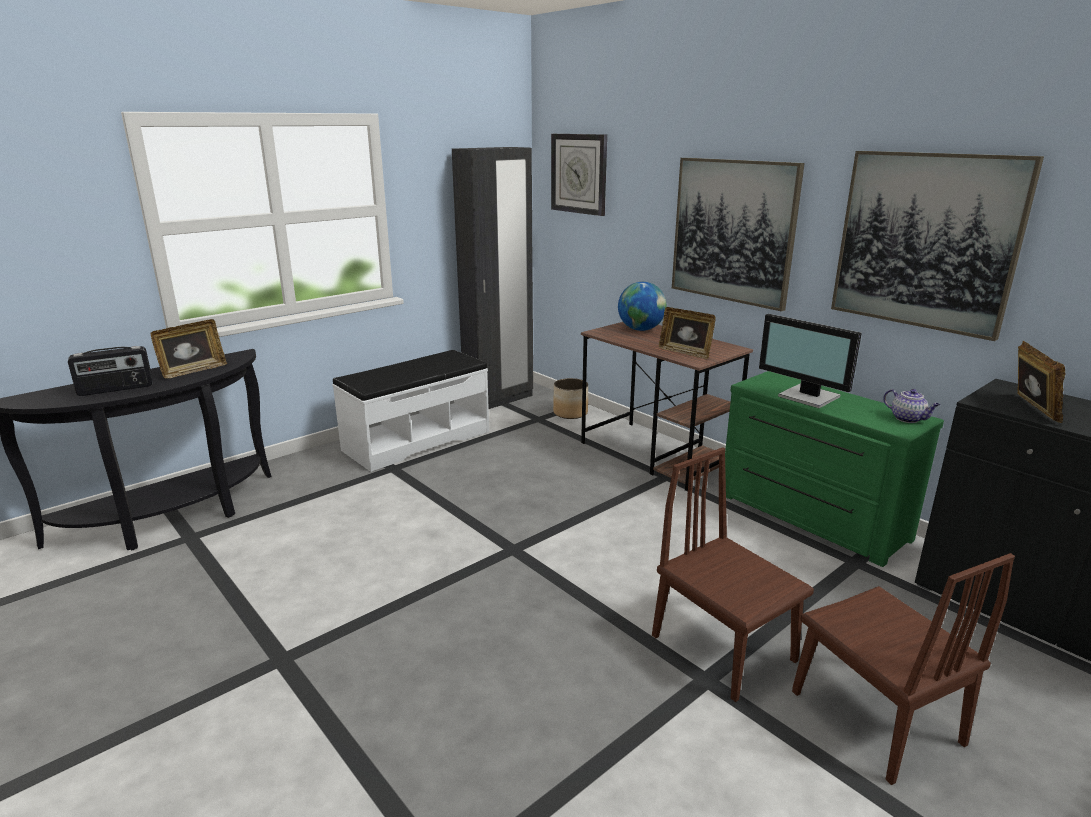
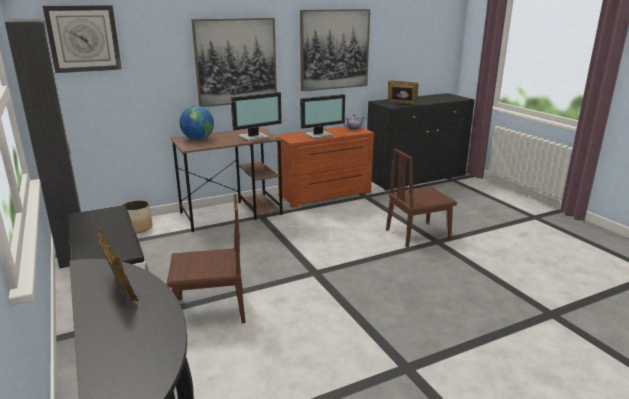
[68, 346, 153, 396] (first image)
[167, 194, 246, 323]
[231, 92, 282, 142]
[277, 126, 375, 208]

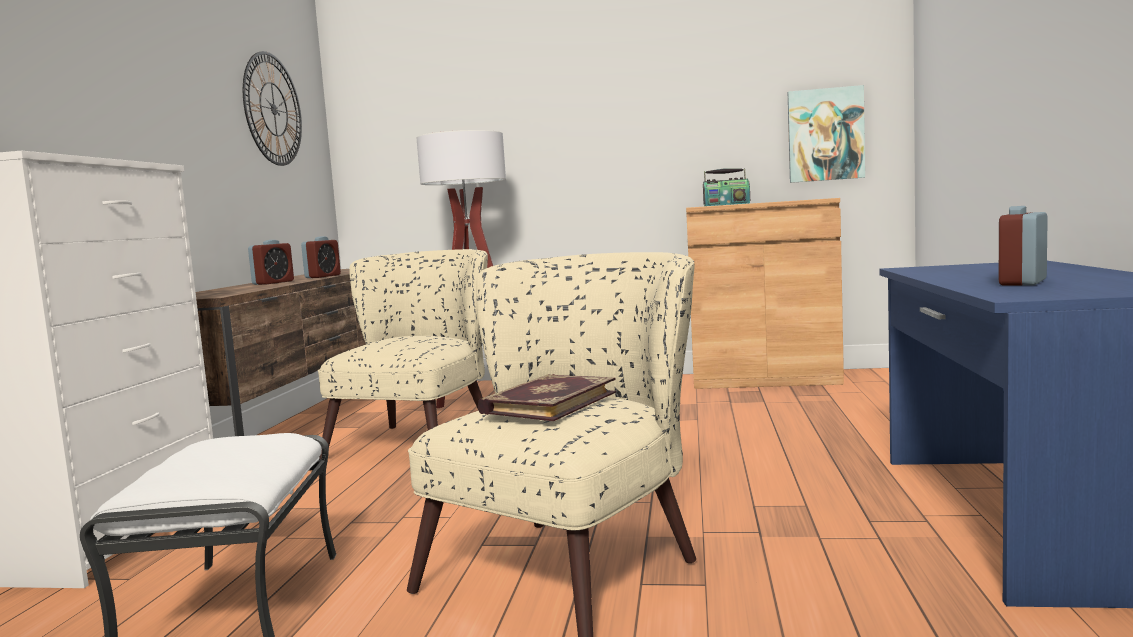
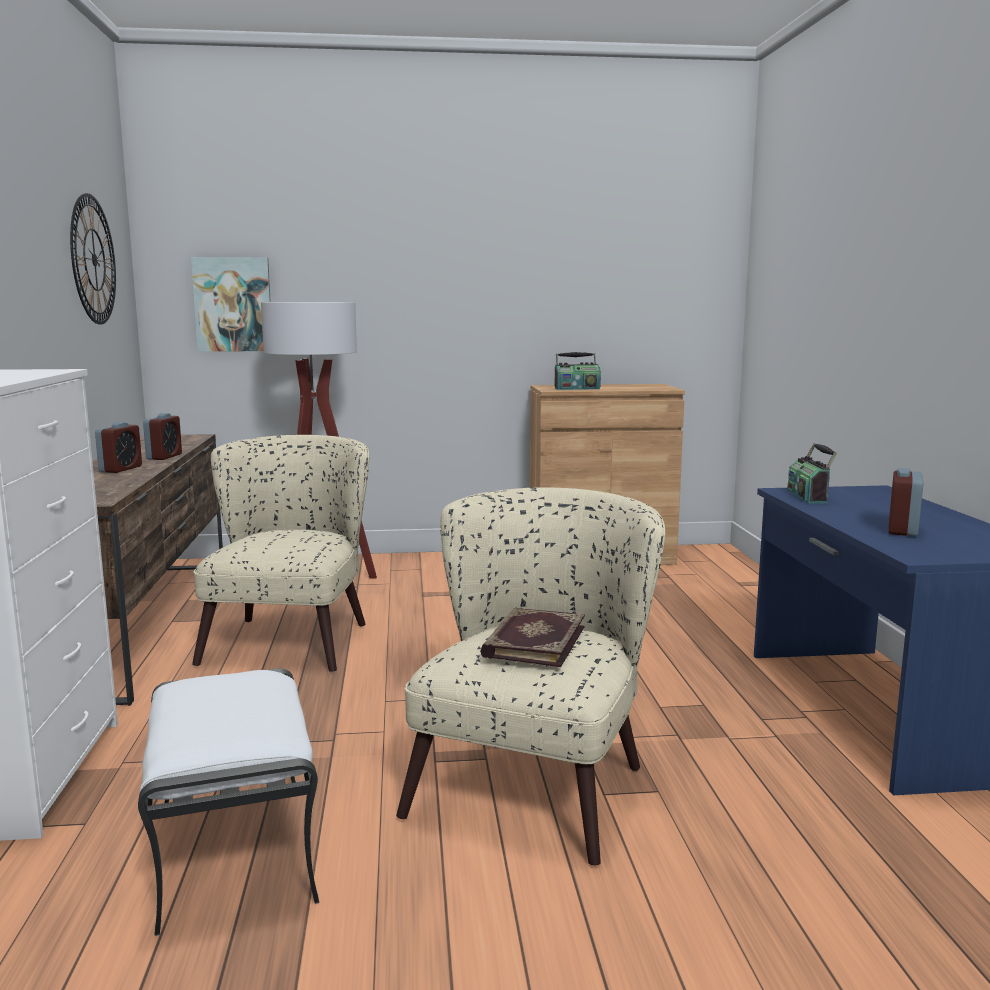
[788, 443, 837, 503]
[191, 257, 271, 352]

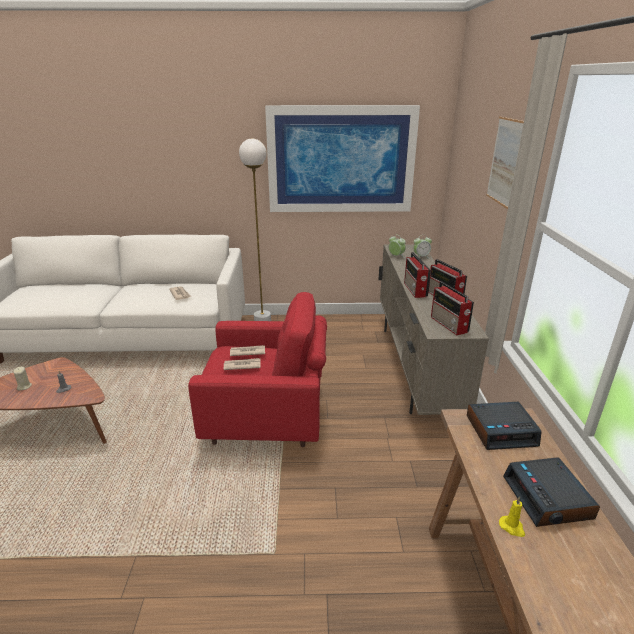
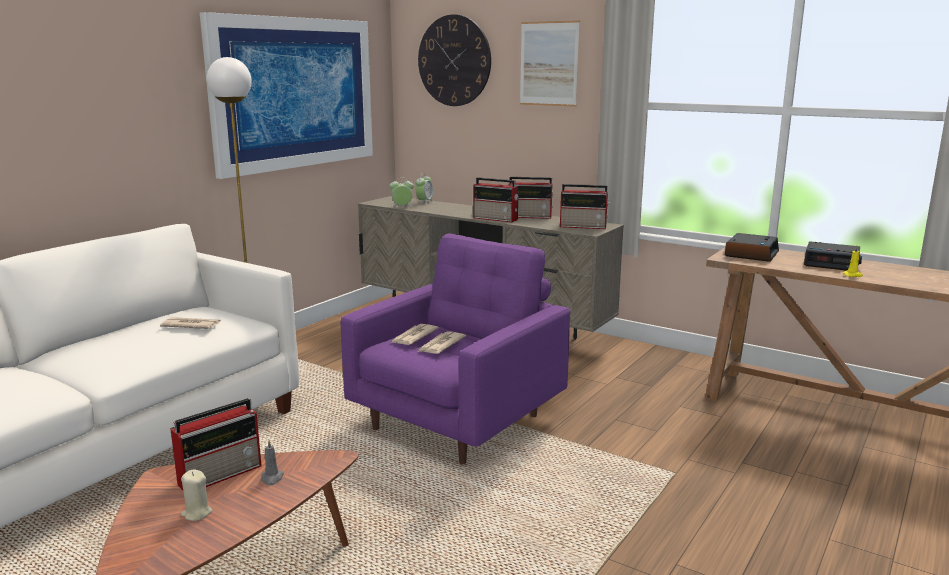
[170, 398, 262, 490]
[418, 14, 491, 106]
[341, 233, 570, 464]

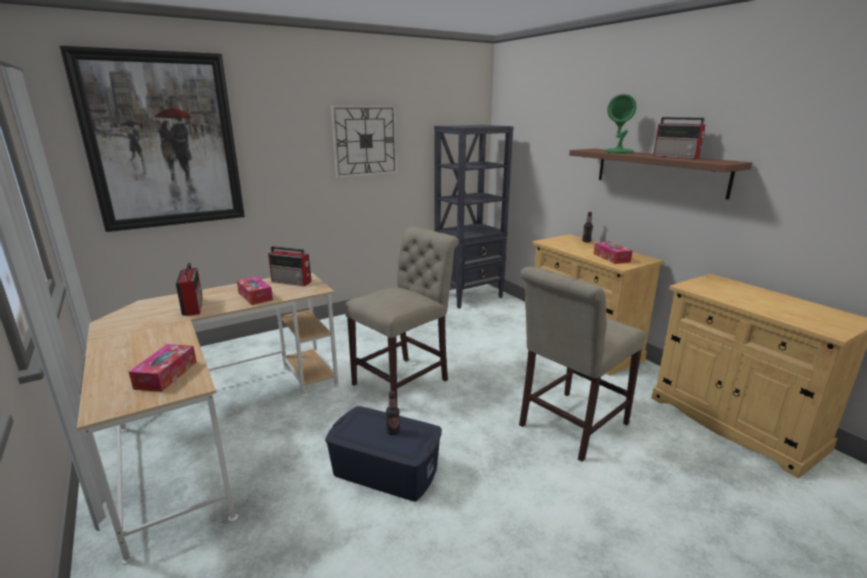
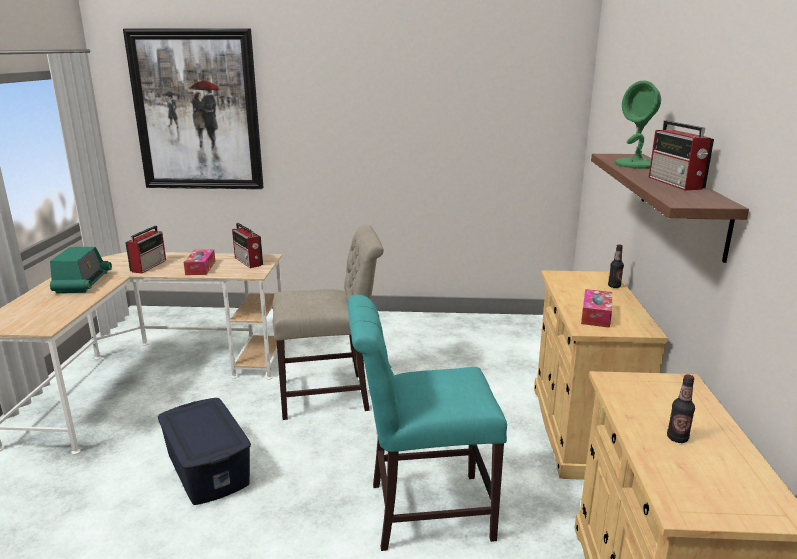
[129, 344, 197, 392] (first image)
[331, 105, 398, 178] (first image)
[434, 125, 514, 309] (first image)
[50, 247, 112, 293]
[667, 374, 695, 443]
[348, 295, 507, 551]

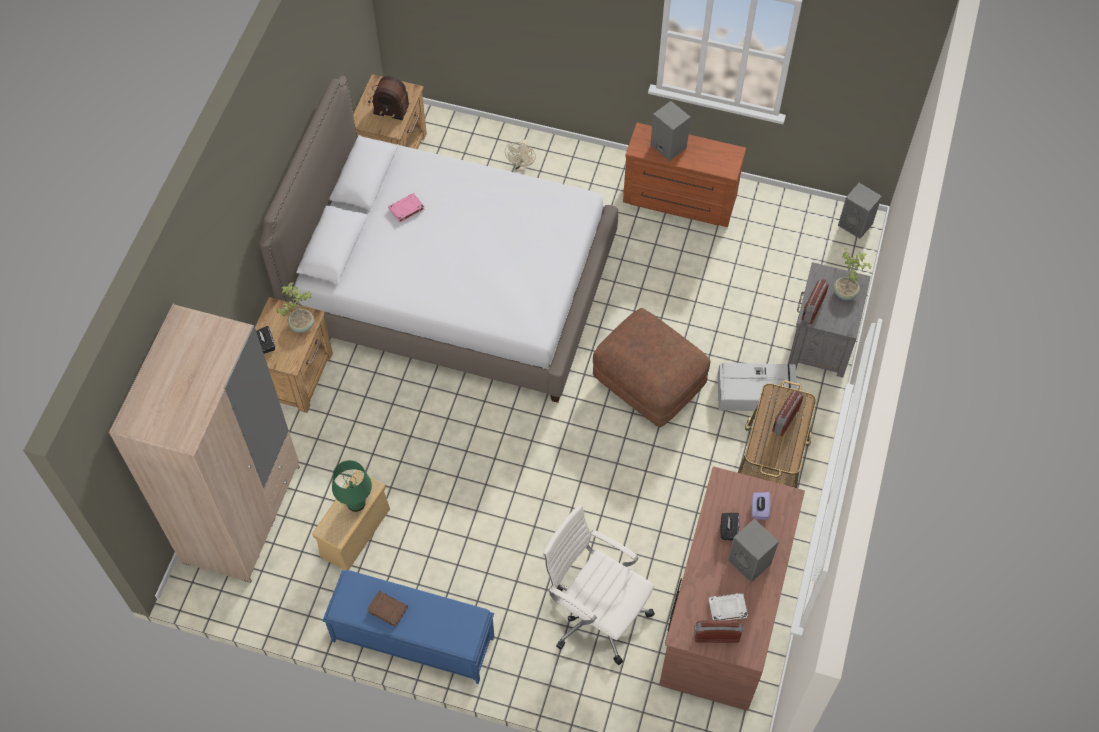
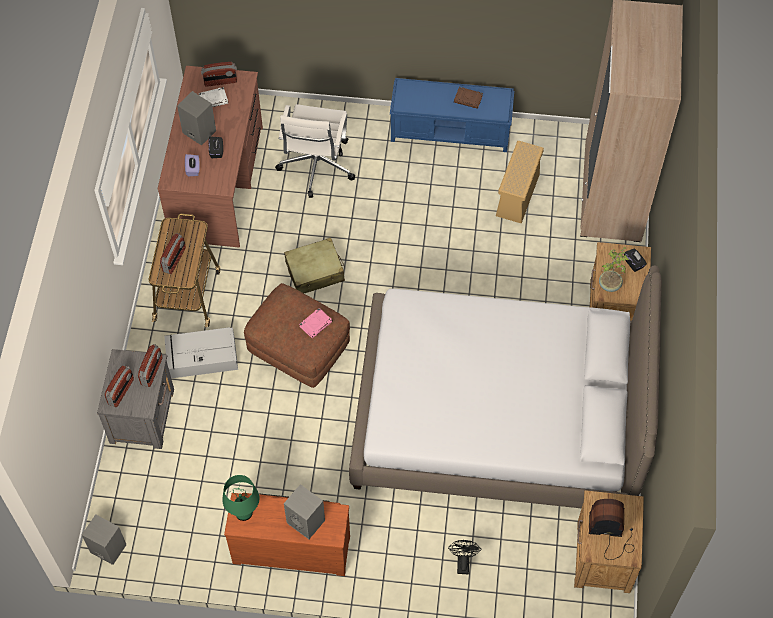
[284, 238, 345, 293]
[222, 475, 259, 521]
[299, 308, 333, 338]
[105, 365, 134, 407]
[448, 540, 482, 574]
[275, 104, 355, 198]

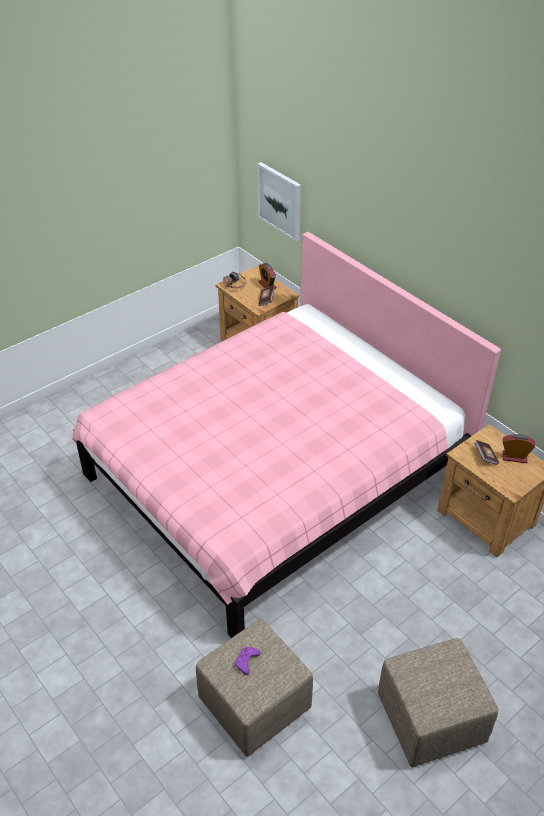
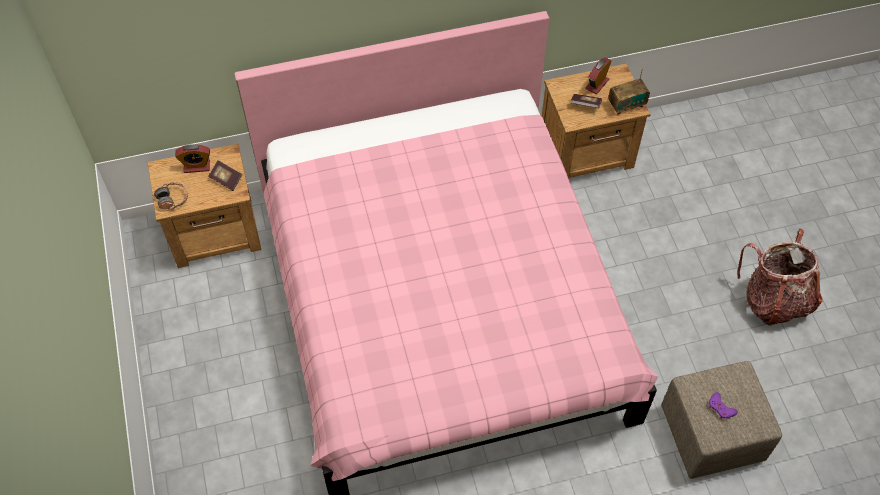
[257, 162, 301, 241] (first image)
[608, 68, 650, 115]
[737, 229, 823, 326]

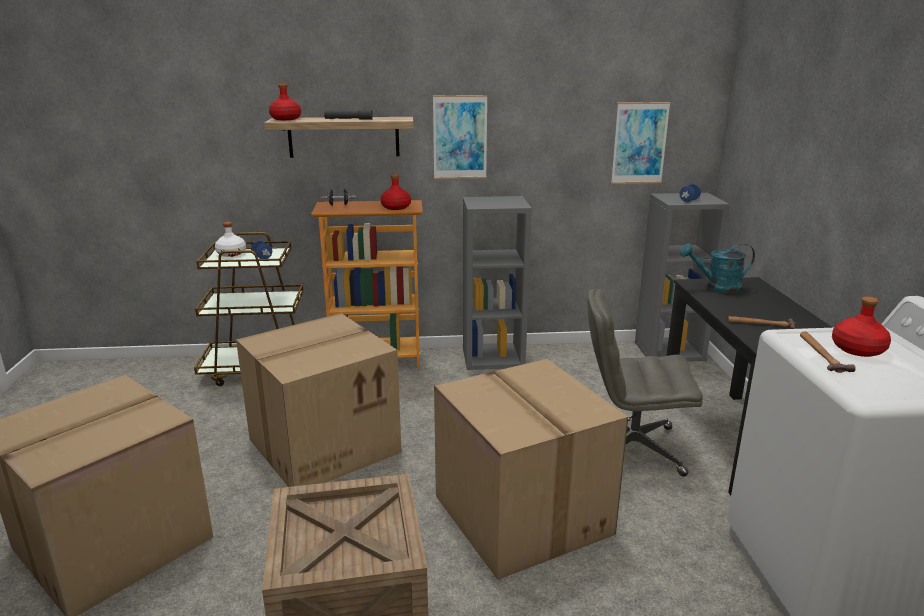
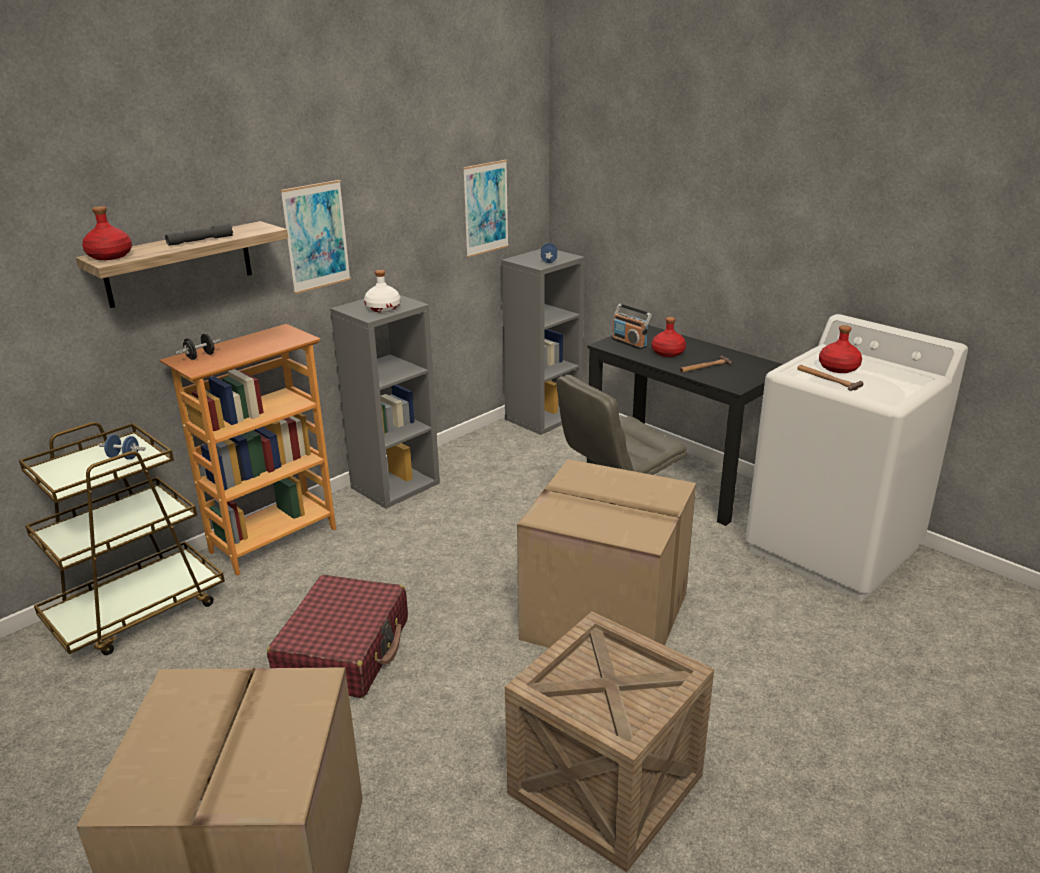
[364, 270, 401, 312]
[652, 317, 686, 357]
[267, 575, 408, 698]
[612, 304, 652, 349]

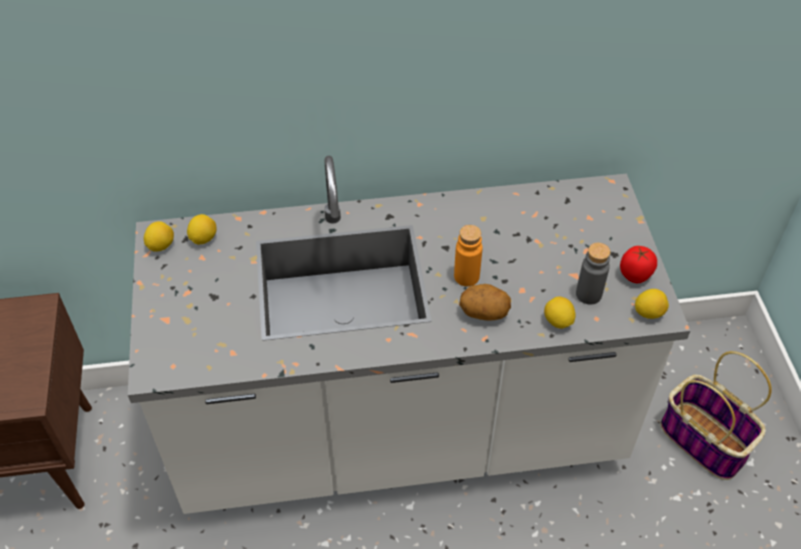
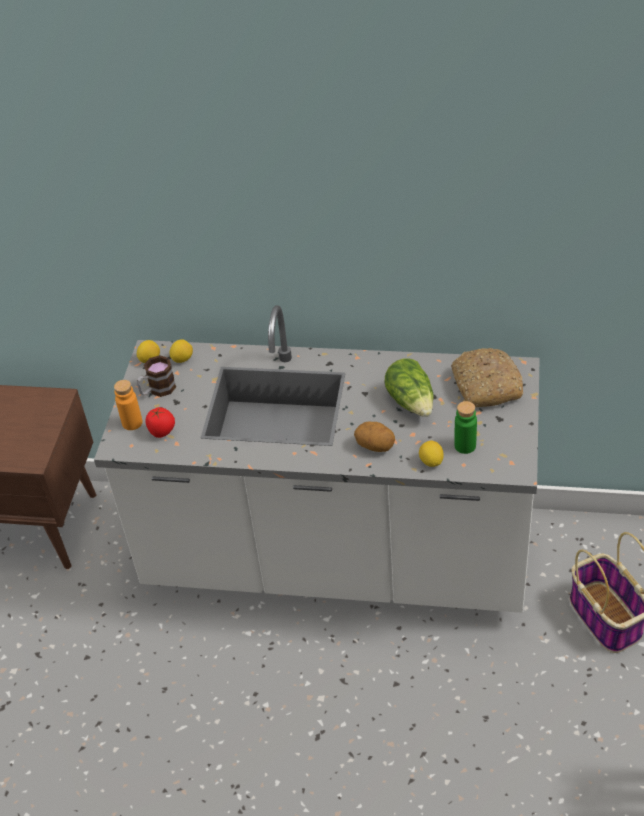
[635, 289, 669, 319] (first image)
[137, 355, 176, 397]
[385, 358, 433, 417]
[451, 348, 523, 407]
[114, 380, 143, 430]
[145, 407, 175, 438]
[454, 401, 477, 454]

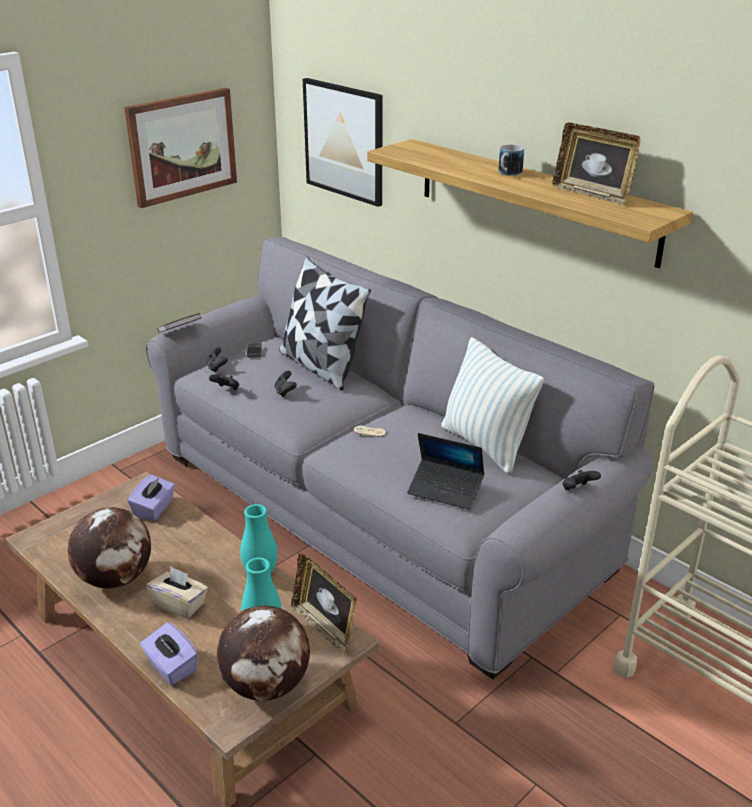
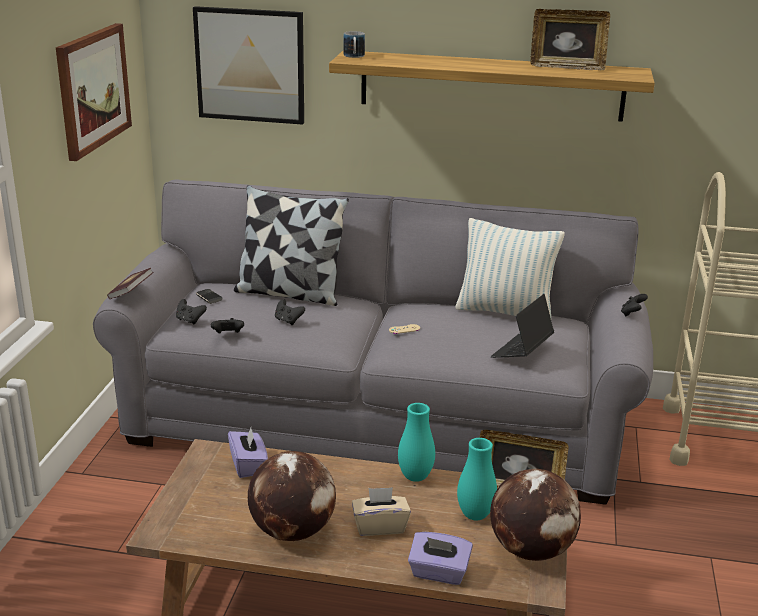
[343, 31, 365, 58]
[491, 294, 554, 358]

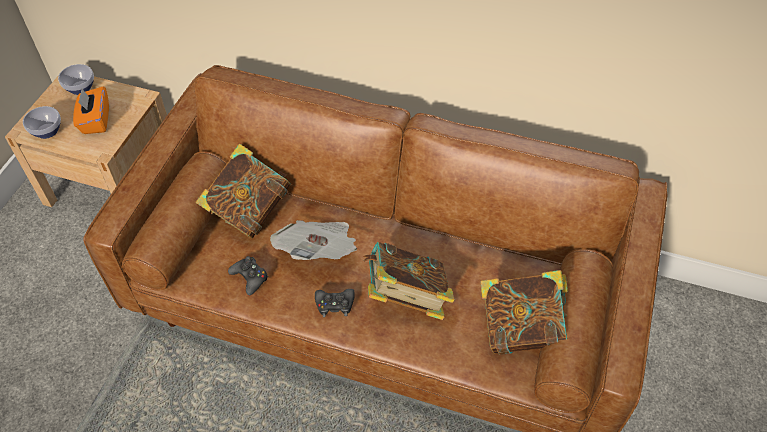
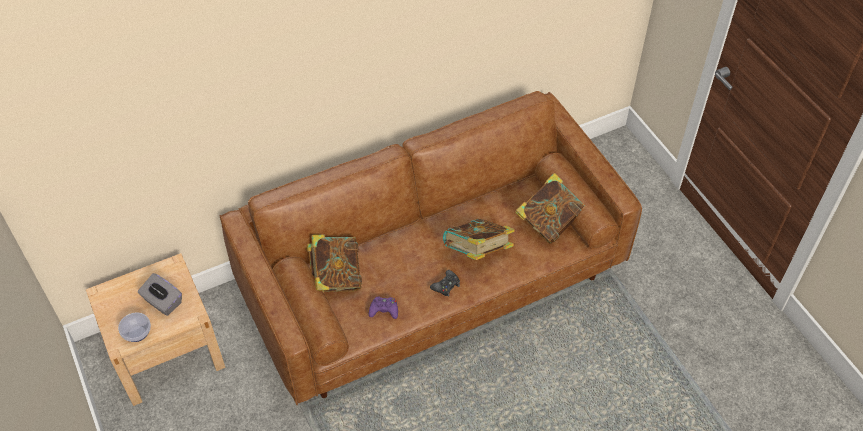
[58, 64, 94, 95] (first image)
[270, 220, 357, 260] (first image)
[138, 273, 182, 316]
[369, 297, 398, 319]

